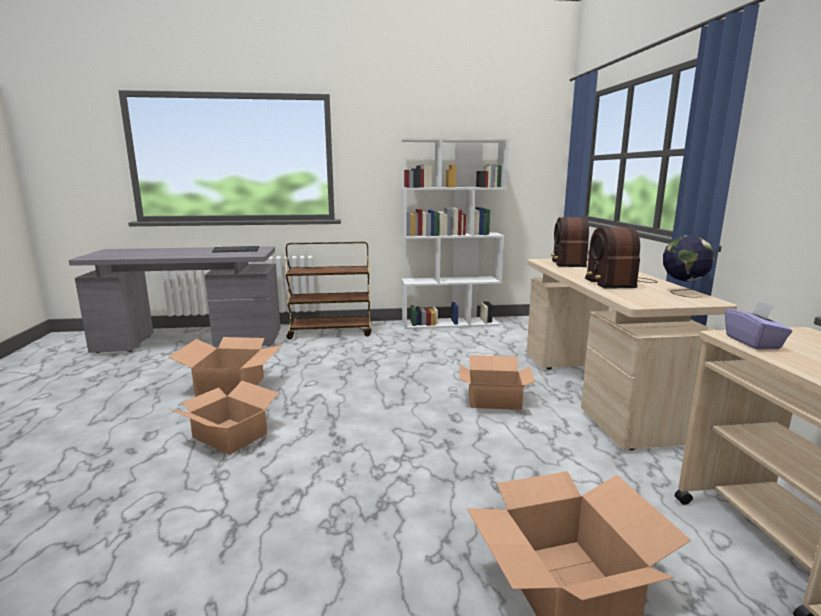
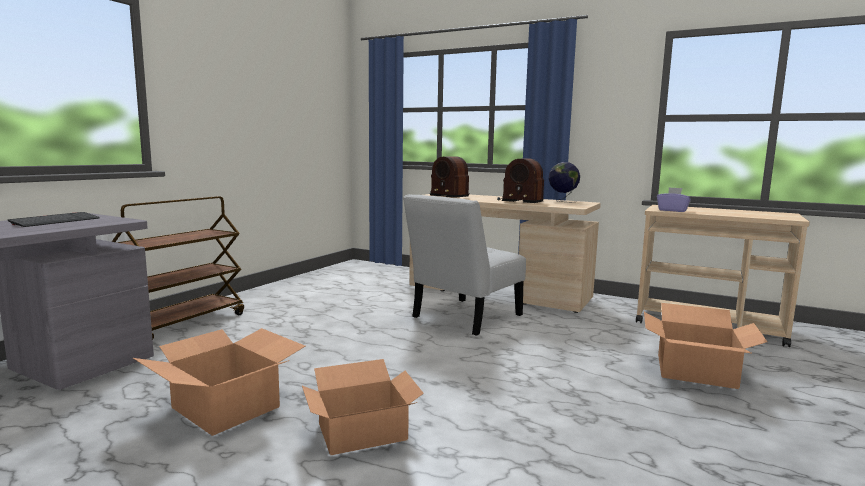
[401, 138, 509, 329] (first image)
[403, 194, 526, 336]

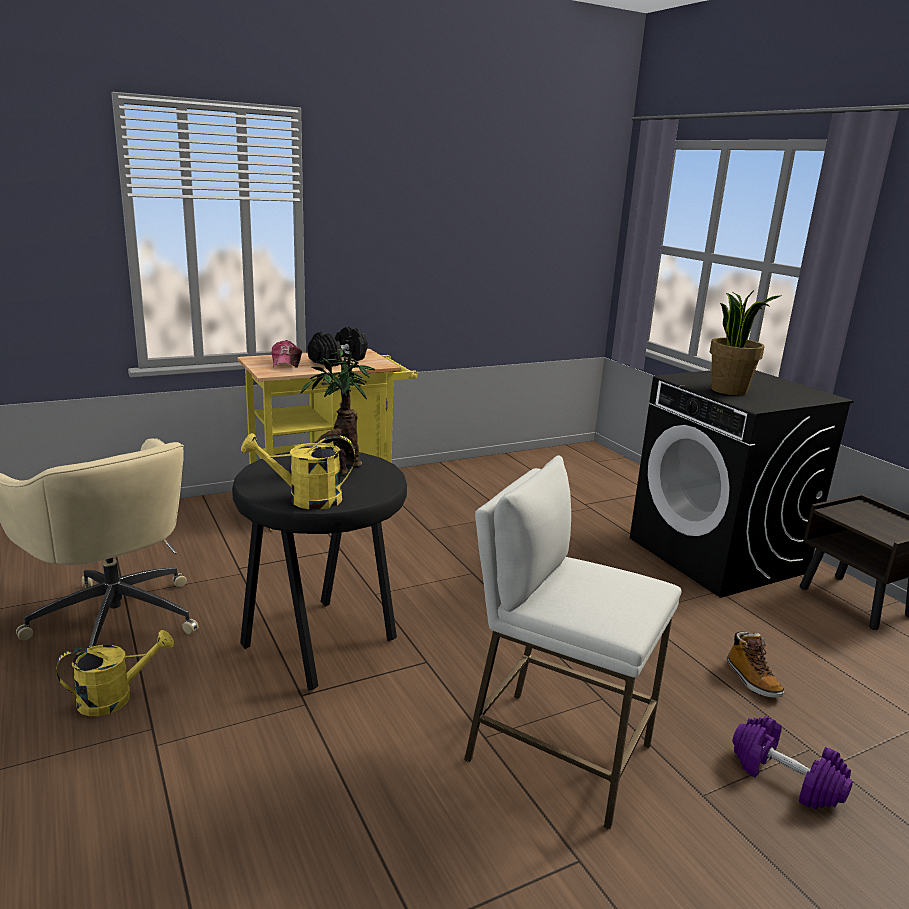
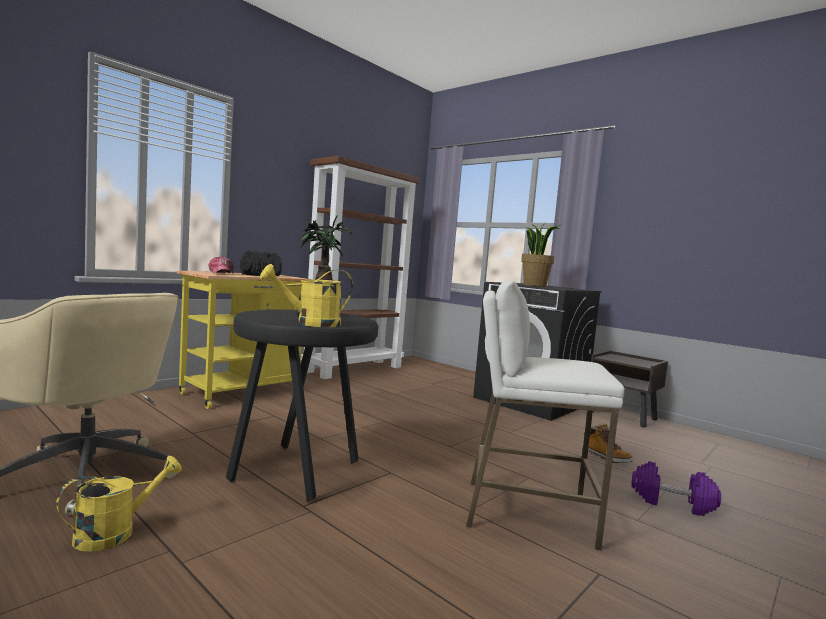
[301, 156, 420, 379]

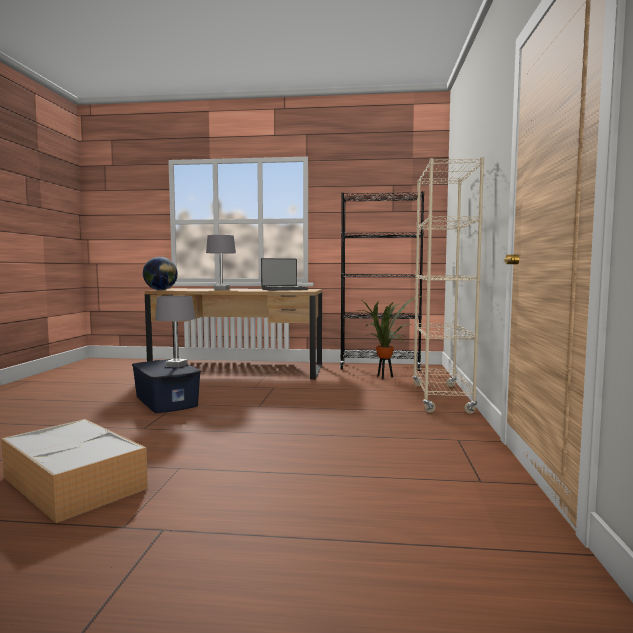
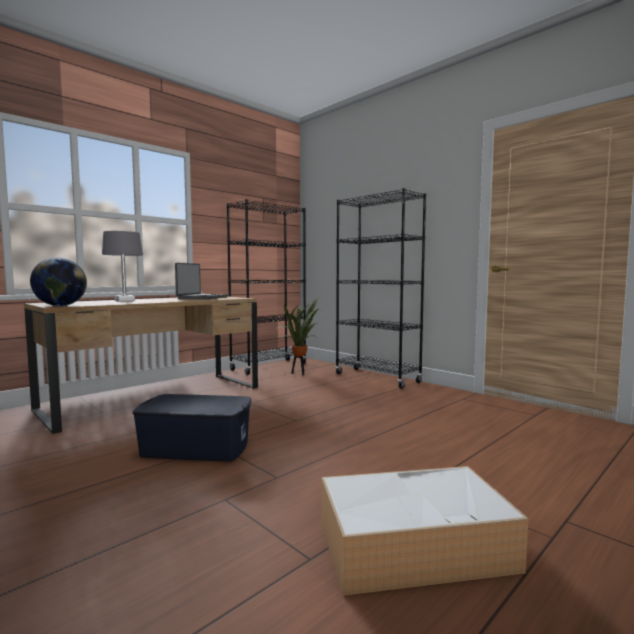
[155, 296, 195, 368] (first image)
[335, 188, 426, 389]

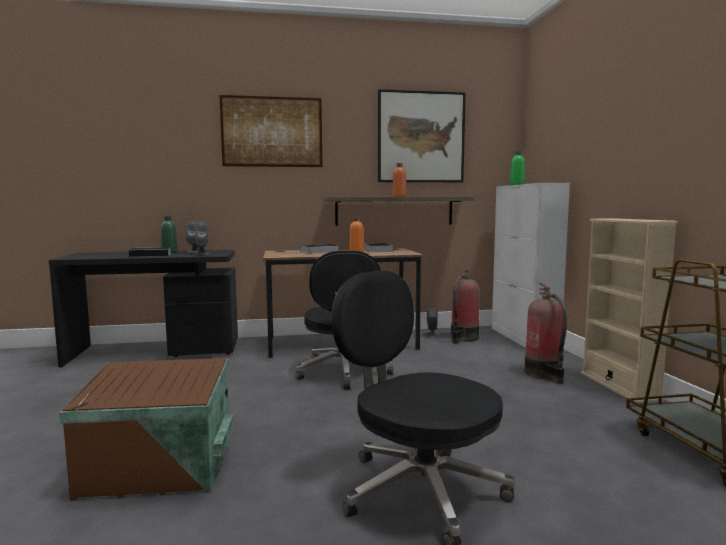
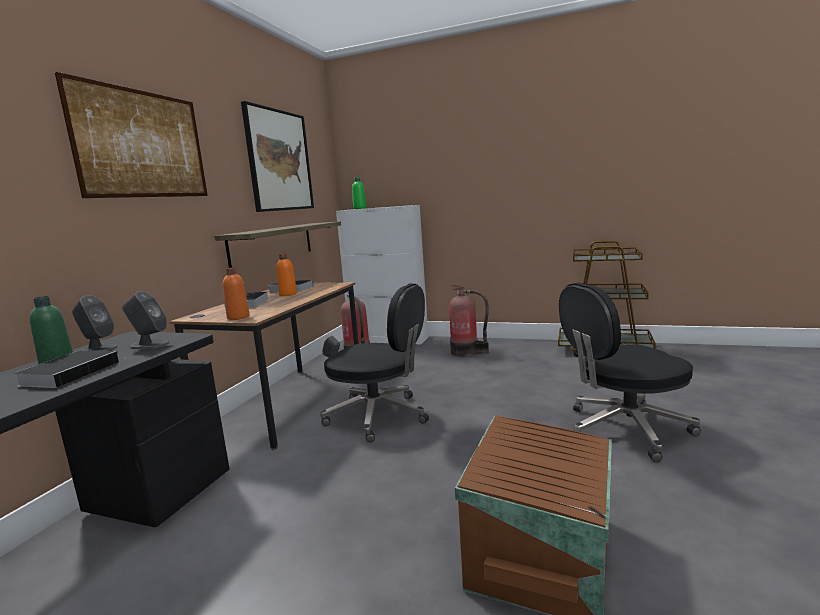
[581, 218, 678, 404] (first image)
[223, 267, 250, 320]

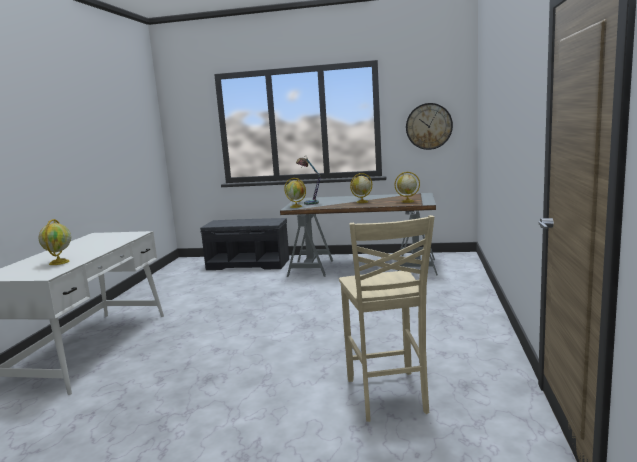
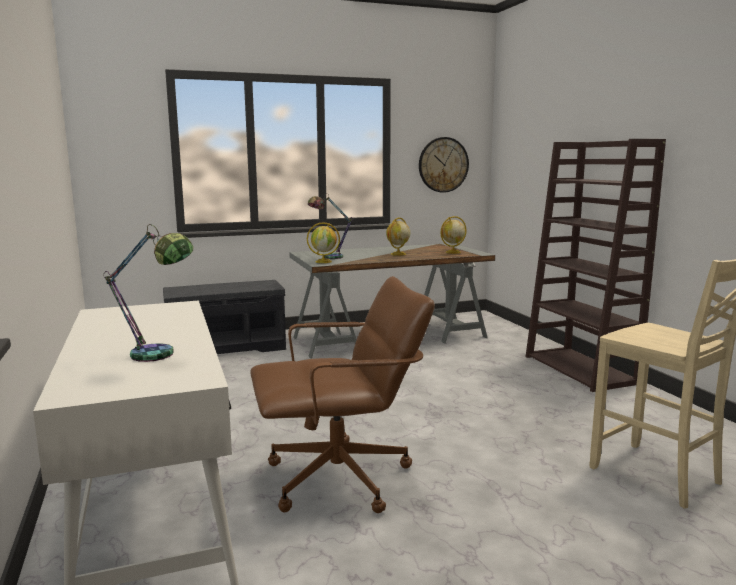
[250, 276, 435, 513]
[526, 139, 666, 392]
[103, 224, 194, 362]

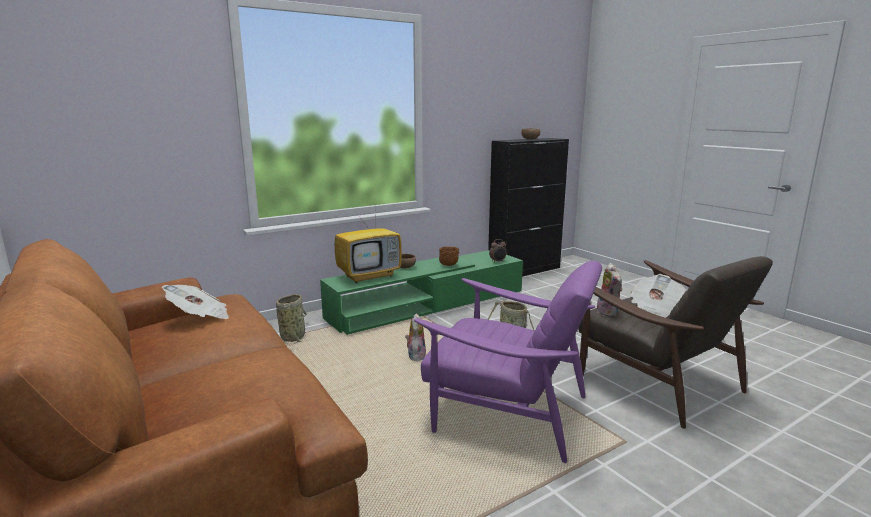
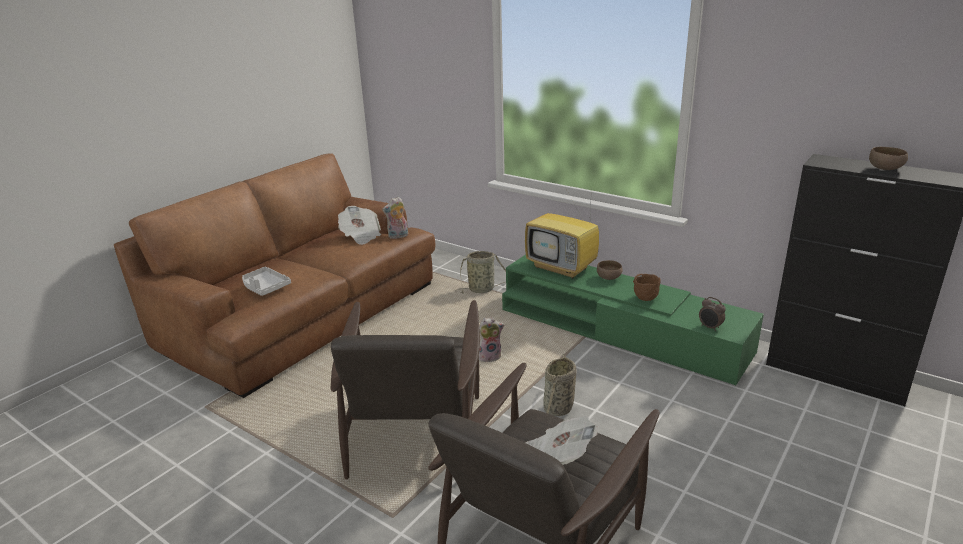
[242, 266, 291, 296]
[382, 197, 408, 239]
[331, 300, 480, 479]

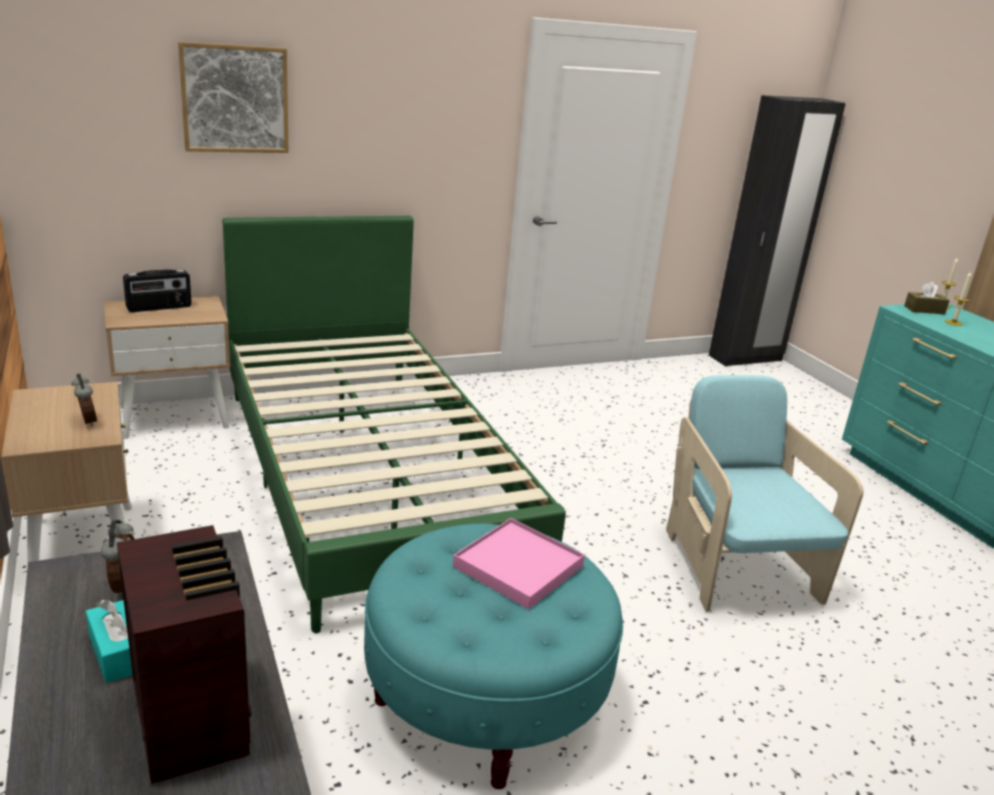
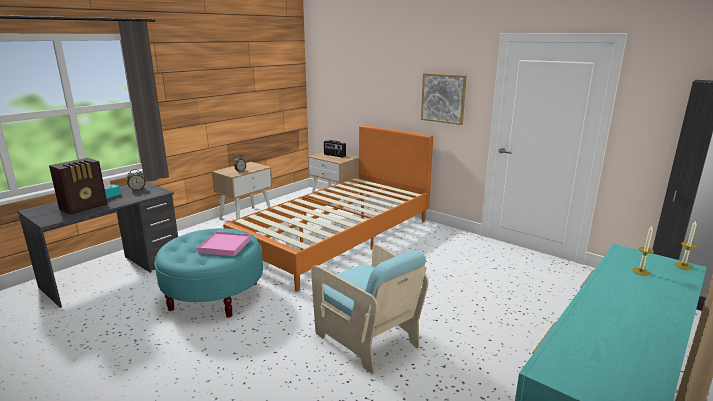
[904, 282, 950, 314] (first image)
[421, 73, 467, 125]
[223, 125, 433, 292]
[311, 244, 428, 374]

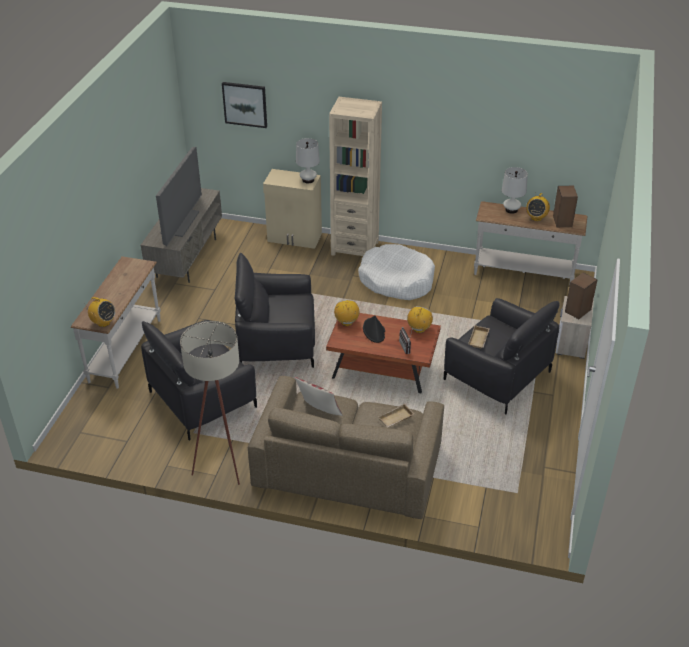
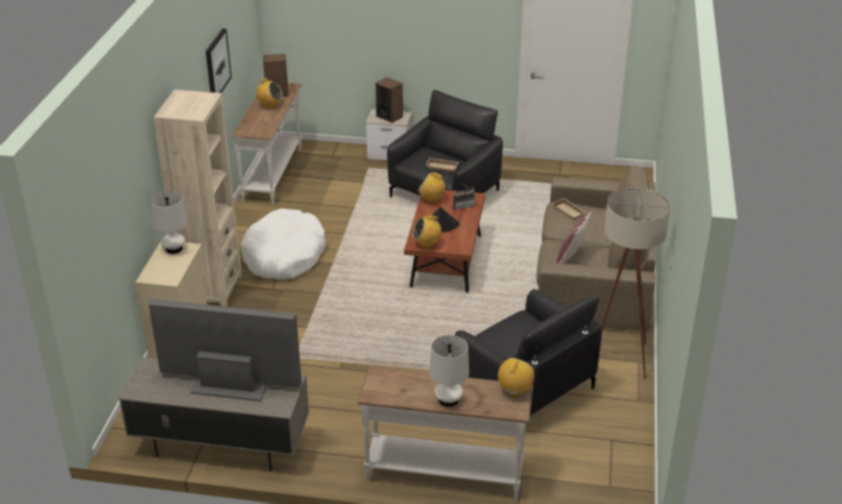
[235, 253, 315, 368] (first image)
[206, 28, 232, 93]
[429, 335, 469, 407]

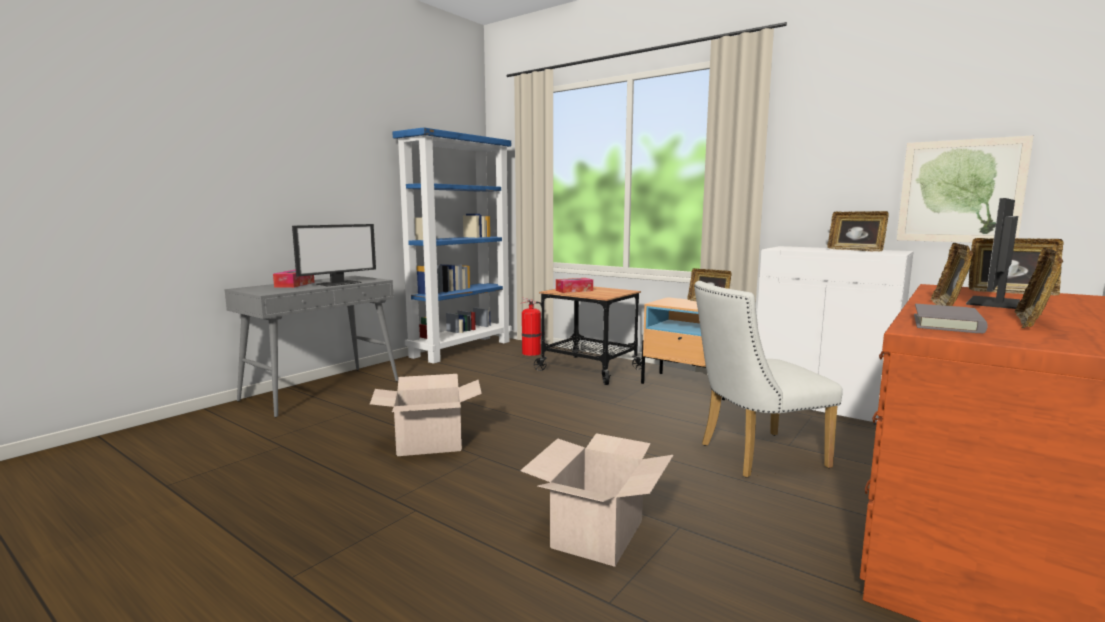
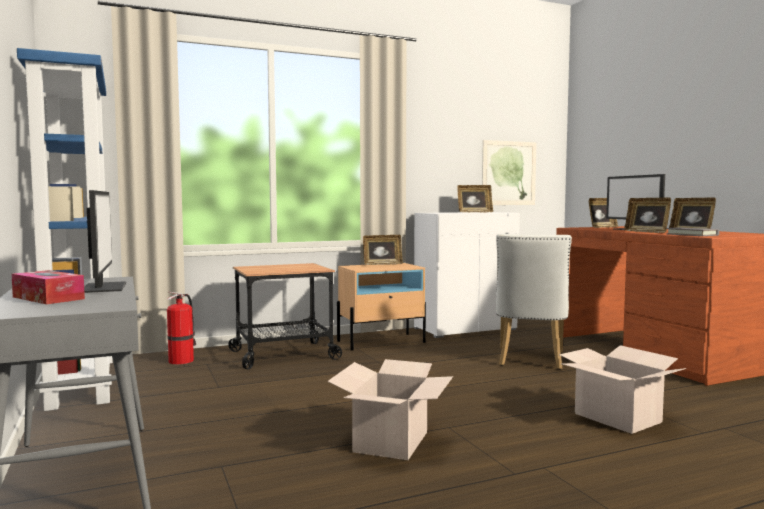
[556, 278, 593, 293] (first image)

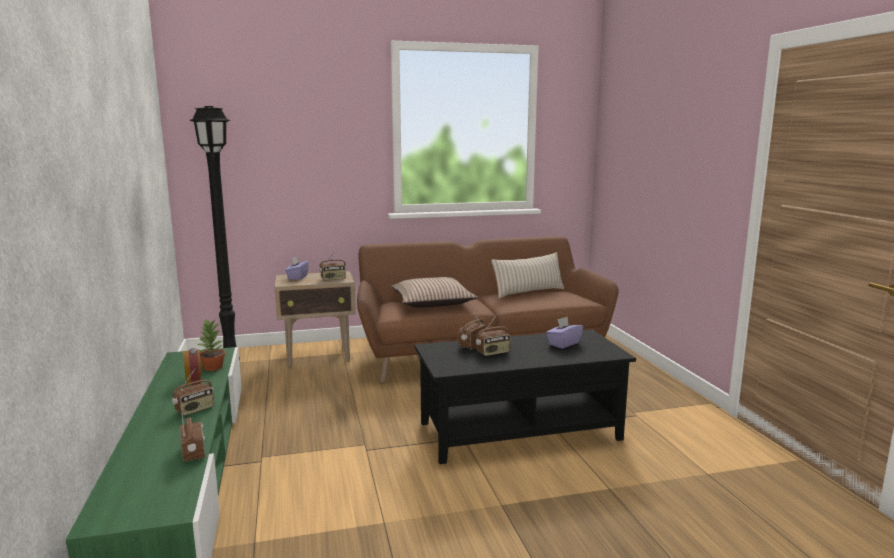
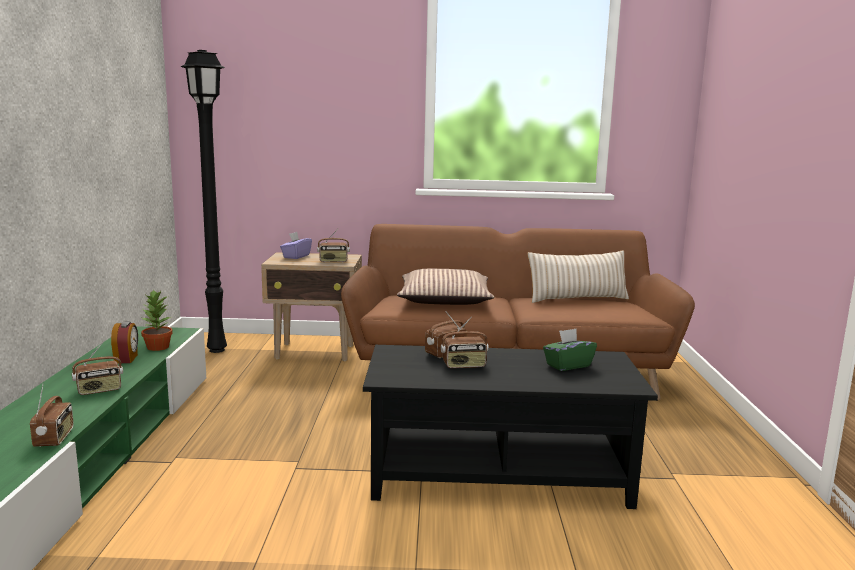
[543, 329, 597, 371]

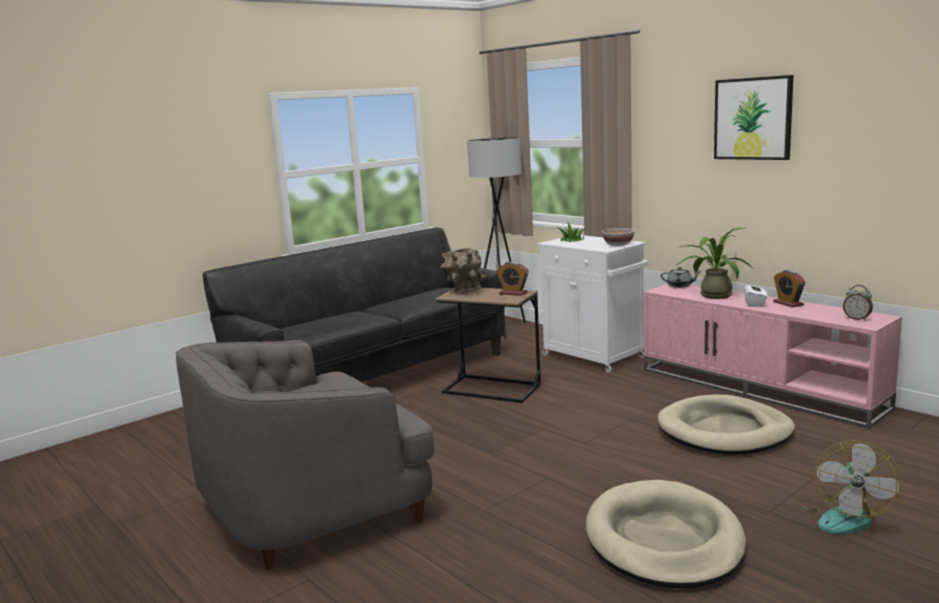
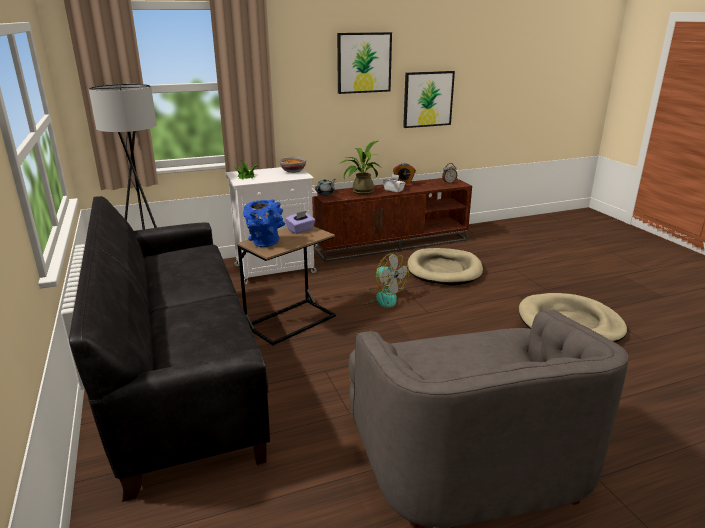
[403, 71, 455, 128]
[358, 253, 409, 308]
[285, 211, 315, 234]
[243, 199, 285, 247]
[312, 178, 472, 262]

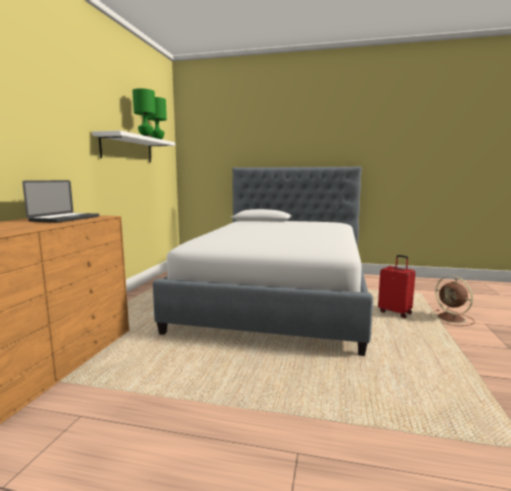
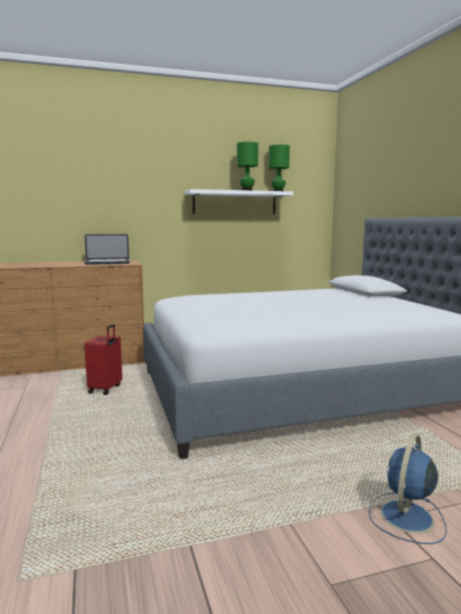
[84, 324, 122, 395]
[369, 434, 447, 544]

